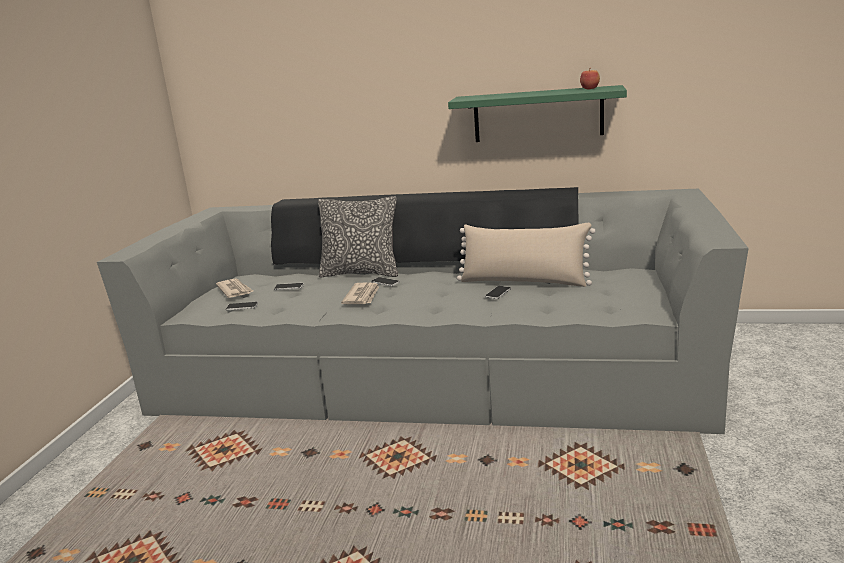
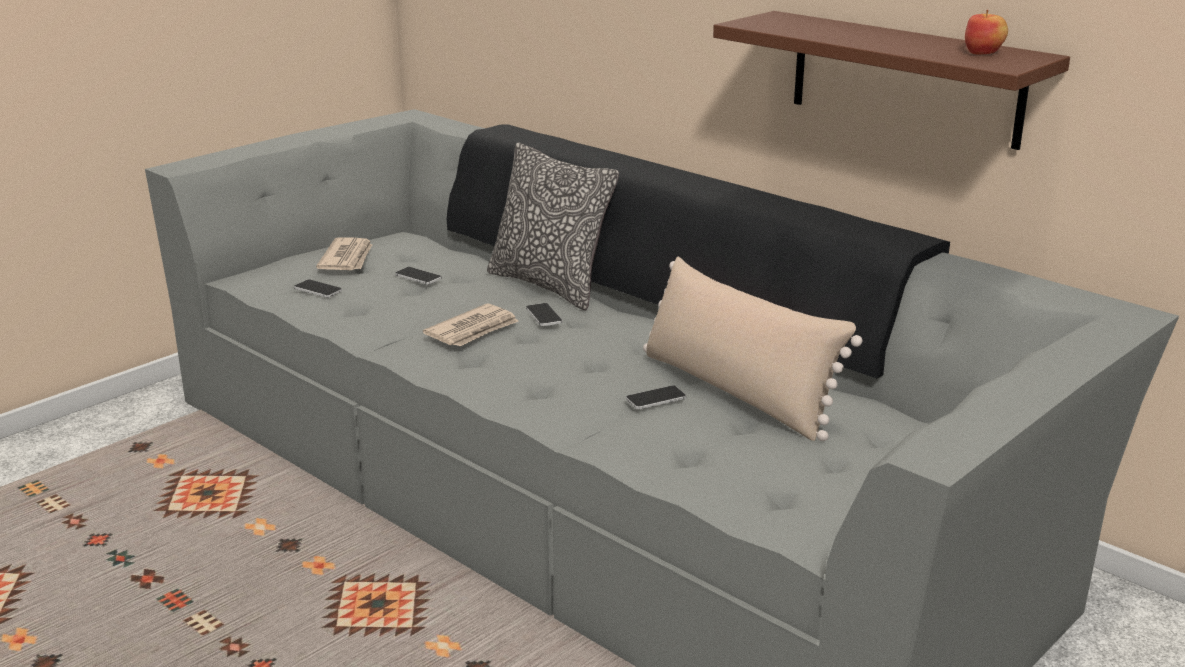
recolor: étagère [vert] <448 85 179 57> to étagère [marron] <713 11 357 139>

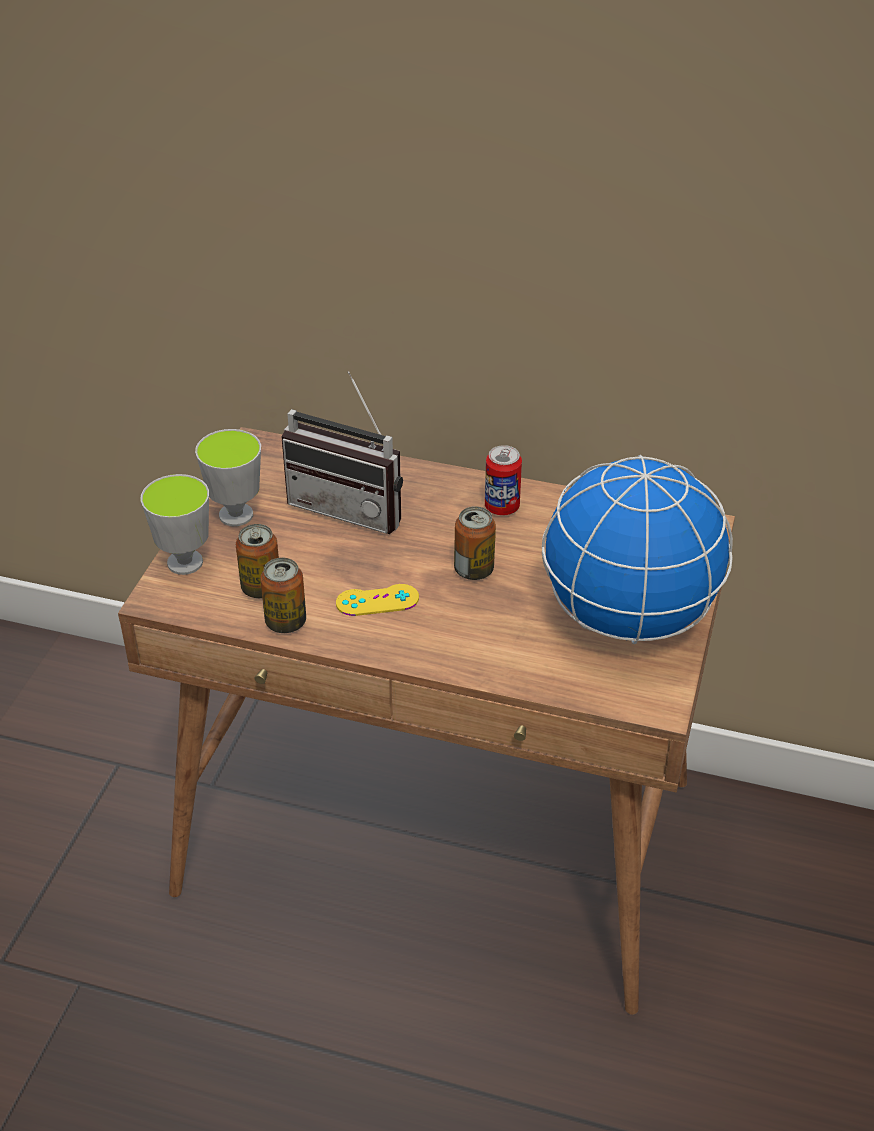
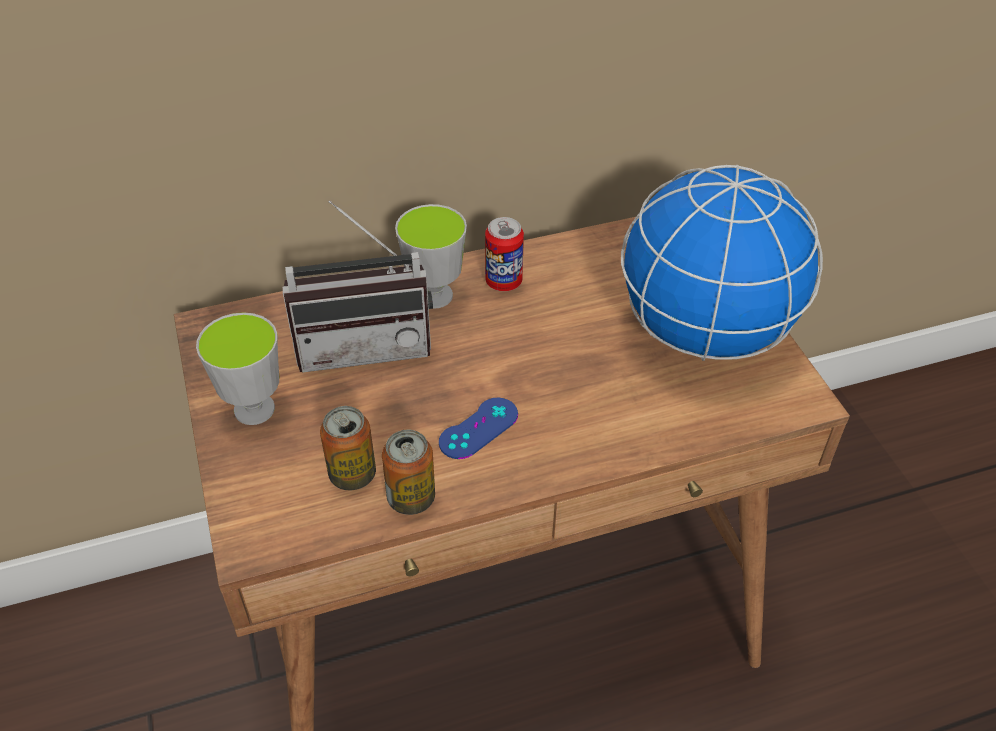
delete: boîte métallique <454 507 42 73>
move: tasse <140 474 69 101> to <395 204 72 105>
recolor: manette [jaune] <336 584 83 32> to manette [bleu] <439 398 79 61>

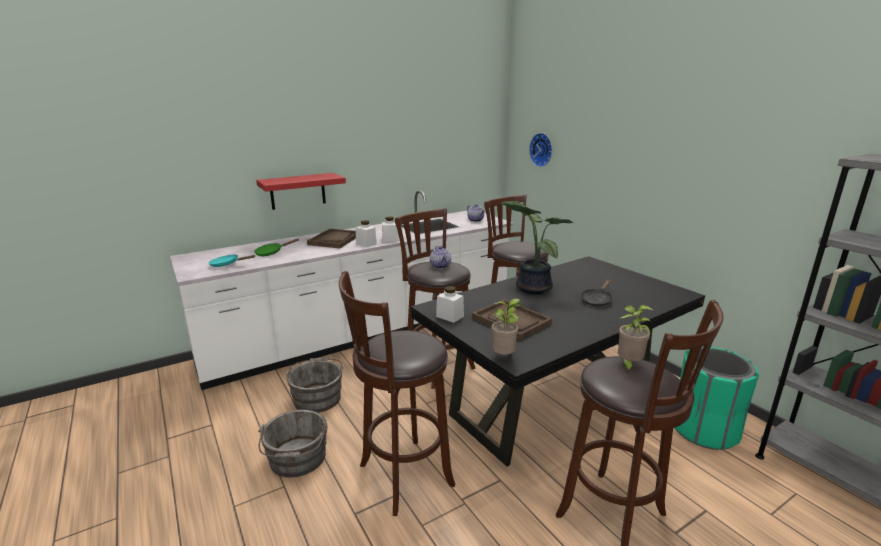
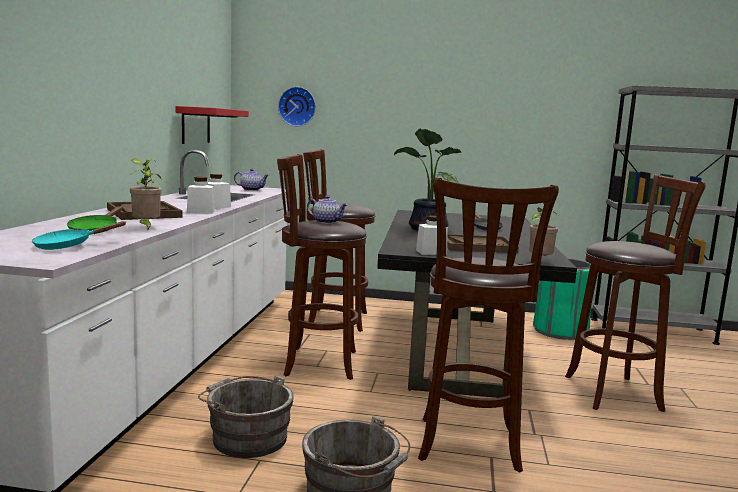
move: étagère [rouge] <256 173 90 37> to <175 106 74 38>; plante en pot <618 305 35 68> to <130 158 32 71>

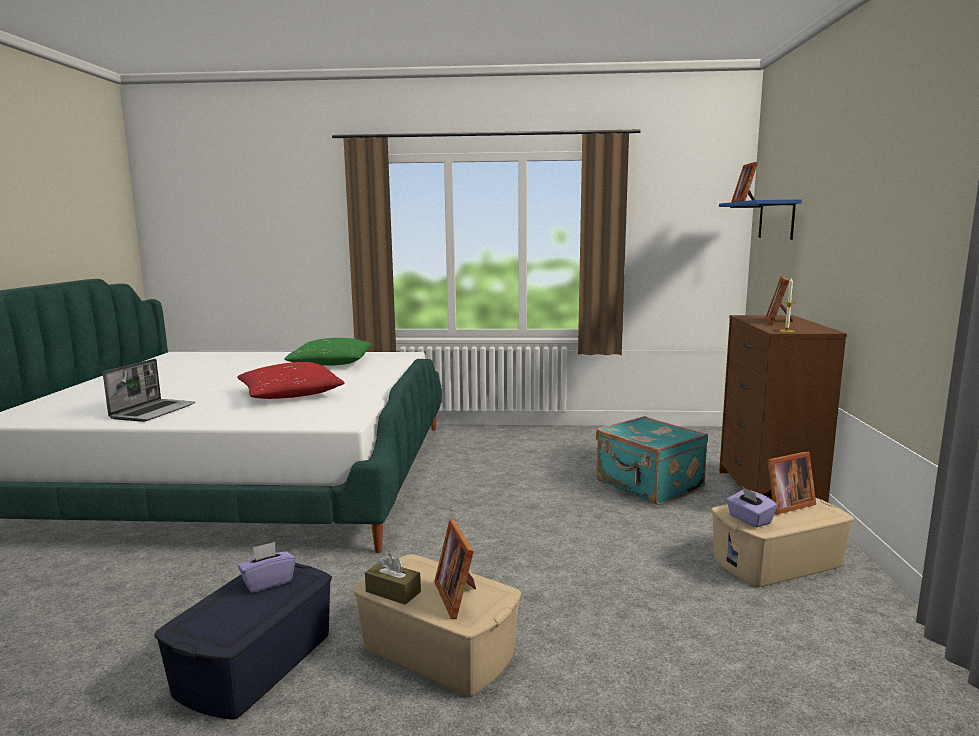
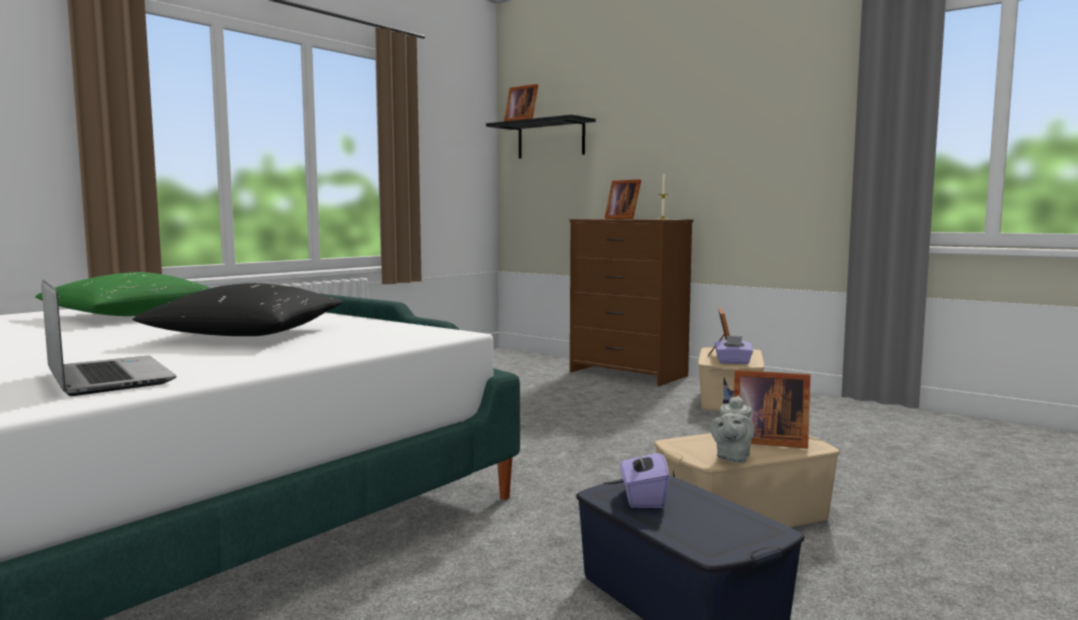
delete: valise [turquoise] <596 416 112 89>
replace: boîte à mouchoirs [marron] <365 554 56 51> to théière [gris] <710 396 44 67>
recolor: coussin [rouge] <237 362 108 37> to coussin [noir] <132 283 211 53>; étagère [bleu] <719 199 83 41> to étagère [noir] <486 114 110 44>

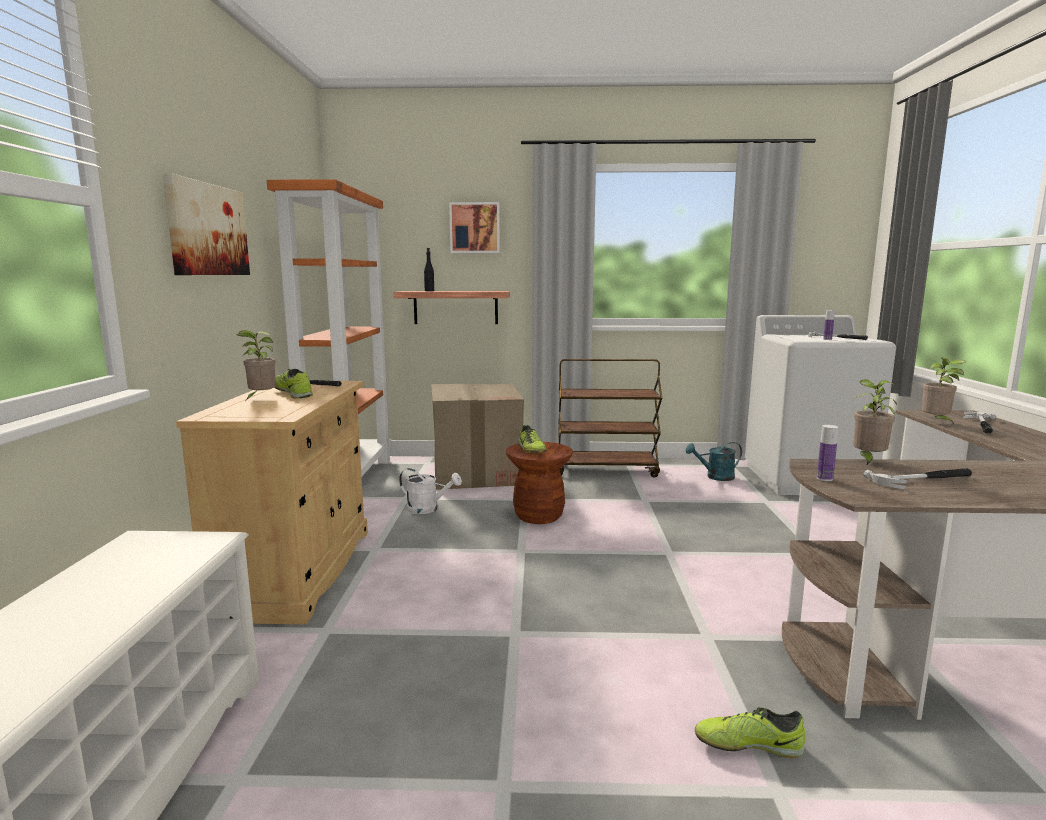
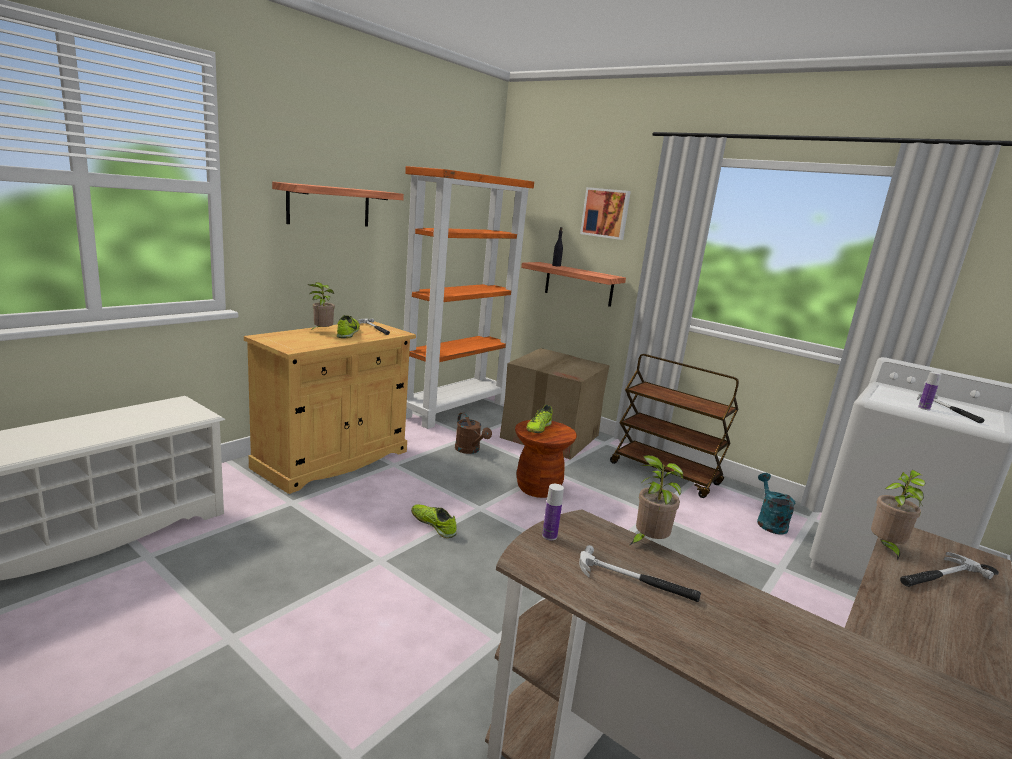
move: chaussure <695 707 110 51> to <411 504 46 34>
replace: tableau <163 173 87 102> to étagère <272 182 132 45>
recolor: arrosoir [blanc] <399 468 63 46> to arrosoir [marron] <455 412 37 42>
rotate: arrosoir [turquoise] <686 442 56 39> = <757 473 38 62> 60 degrees clockwise

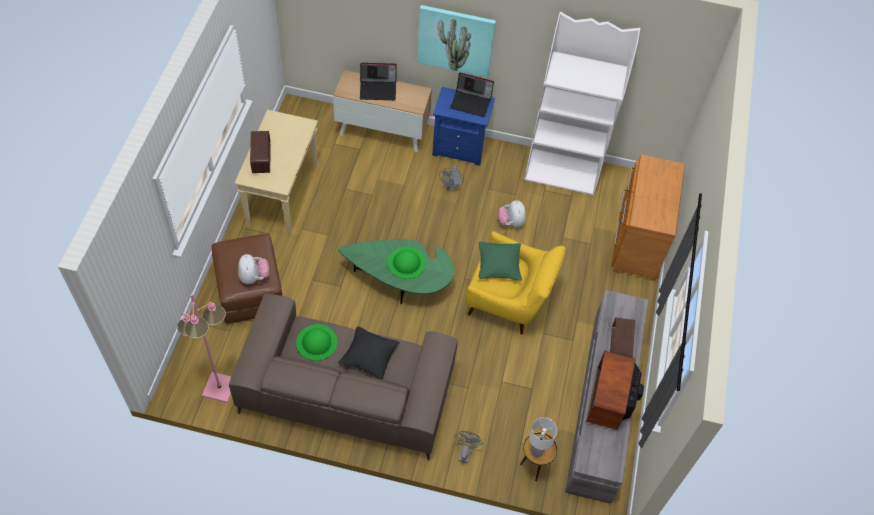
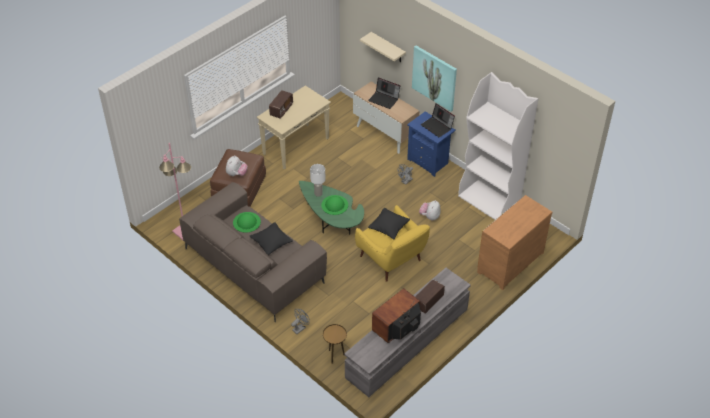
insert: étagère [beige] <360 32 46 30>
move: lampe de table [blanc] <529 417 28 40> to <310 164 16 33>
recolor: coussin [vert] <479 242 43 39> to coussin [noir] <368 208 42 31>

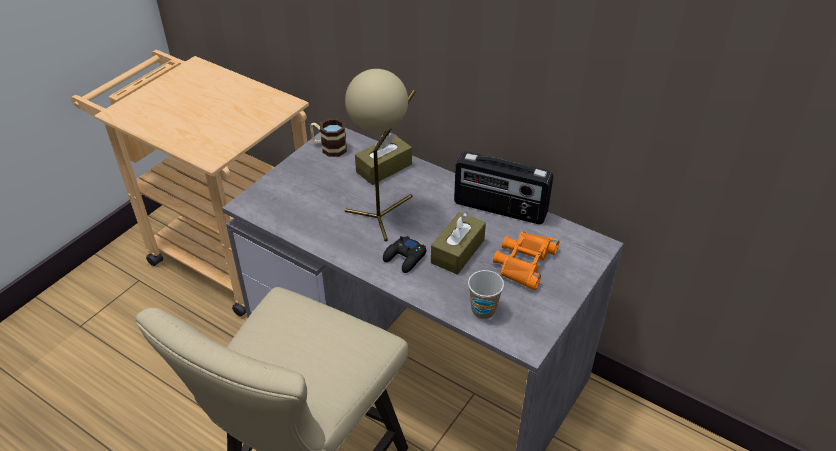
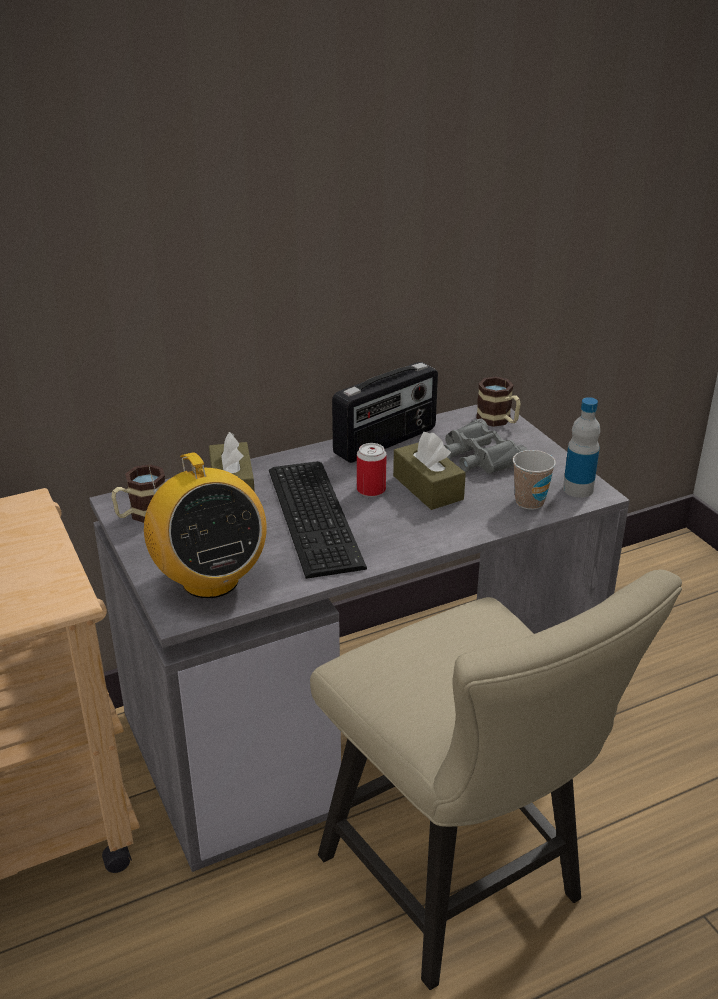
delete: manette [noir] <383 236 43 37>
insert: radio <144 452 123 146>; boîte métallique <357 443 30 54>; mug <476 377 45 50>; bouteille <563 397 37 101>
replace: lampe de table [beige] <345 69 71 173> to clavier <269 461 98 118>
recolor: jumelles [orange] <493 231 67 59> to jumelles [gris] <444 419 84 55>

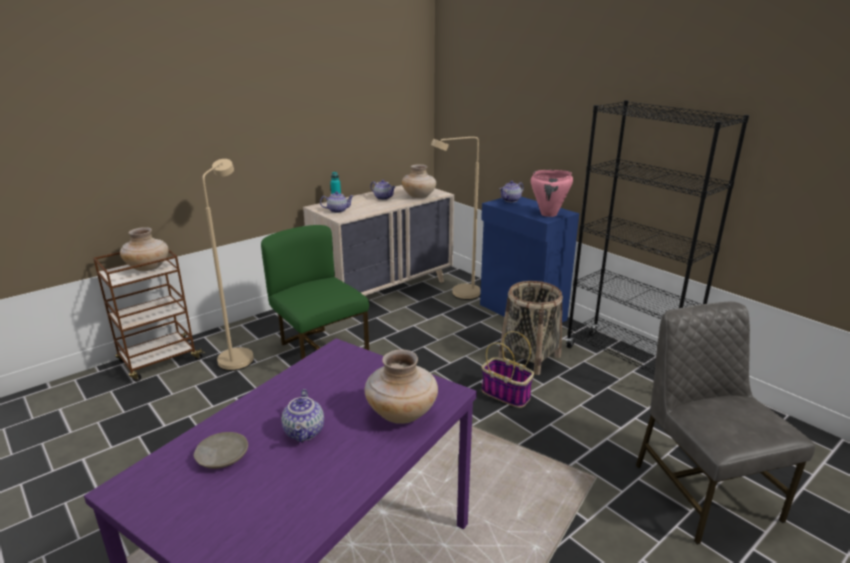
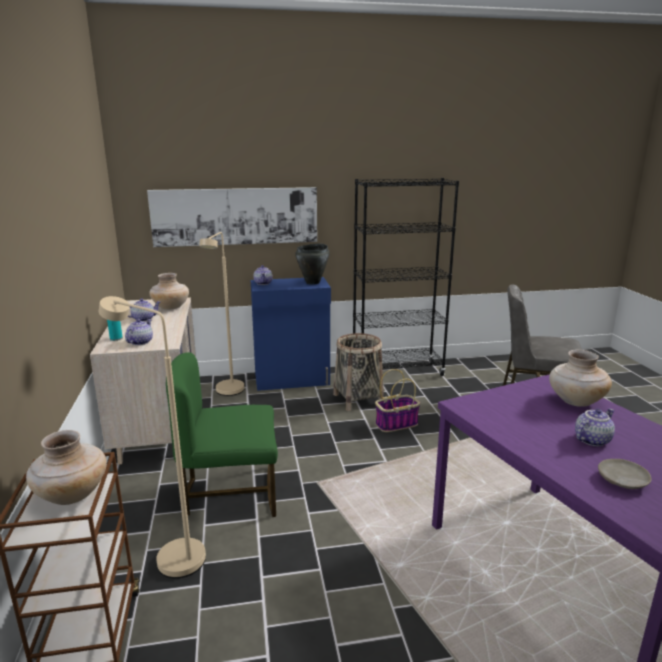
insert: tableau <147 187 170 60>
recolor: marmite [rose] <531 170 42 47> to marmite [noir] <295 244 35 41>
rotate: théière <282 389 42 53> = <575 409 40 37> 60 degrees counterclockwise

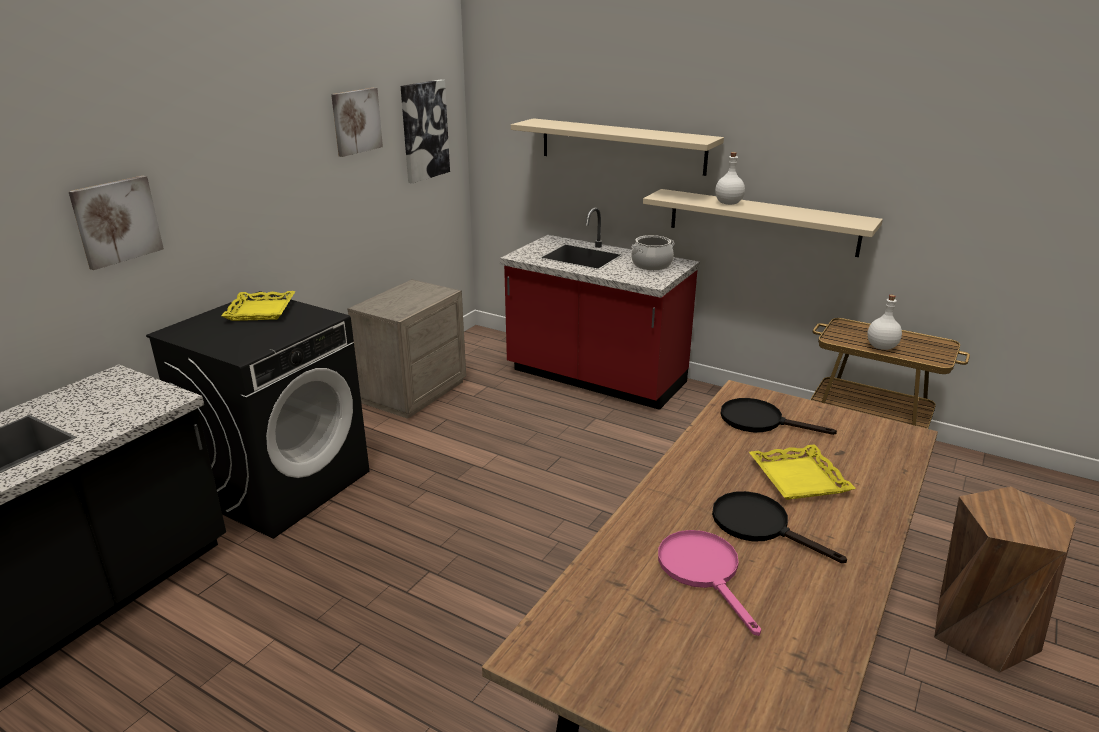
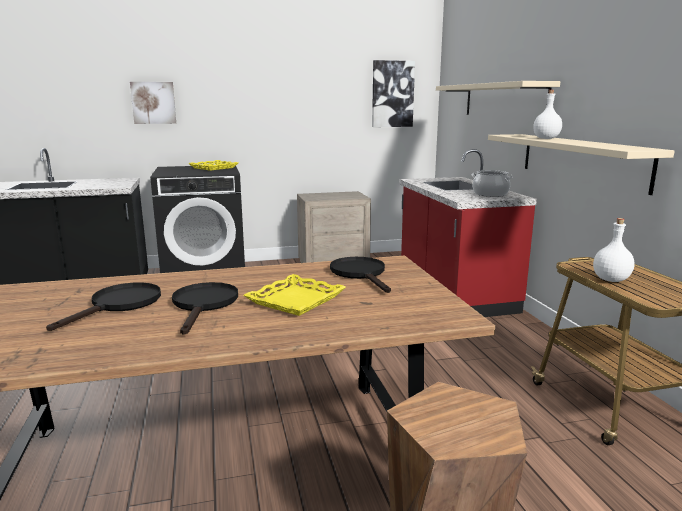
delete: tableau <331 88 52 69>
recolor: poêle [rose] <658 530 103 106> to poêle [noir] <46 282 115 49>

